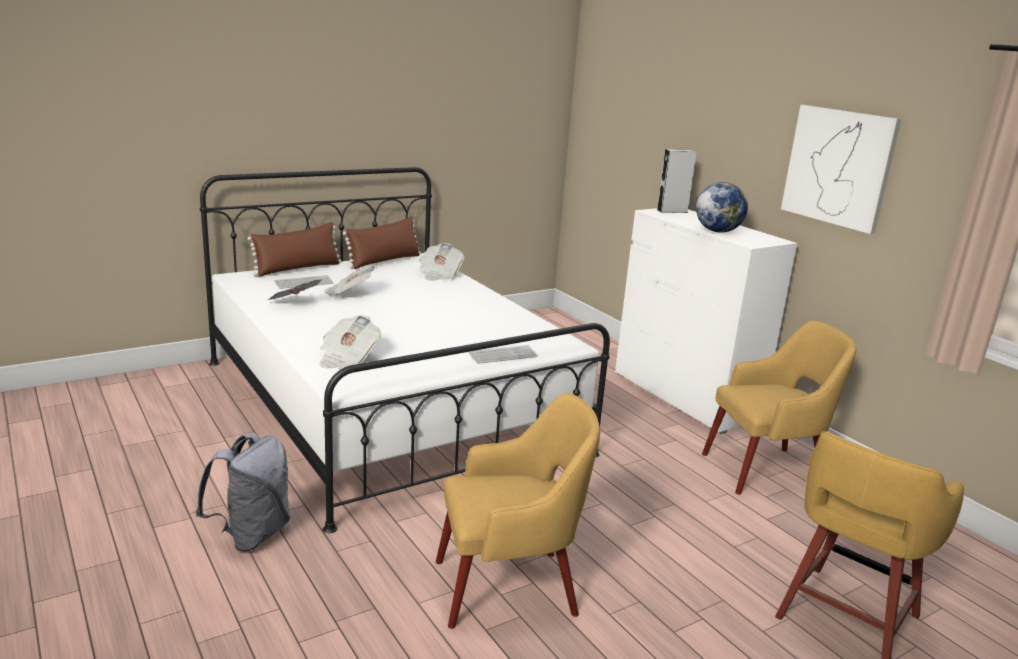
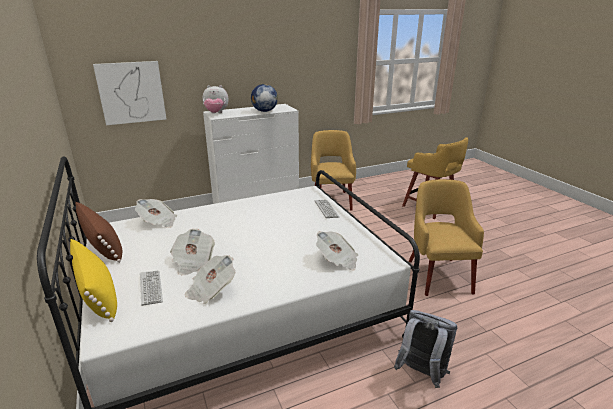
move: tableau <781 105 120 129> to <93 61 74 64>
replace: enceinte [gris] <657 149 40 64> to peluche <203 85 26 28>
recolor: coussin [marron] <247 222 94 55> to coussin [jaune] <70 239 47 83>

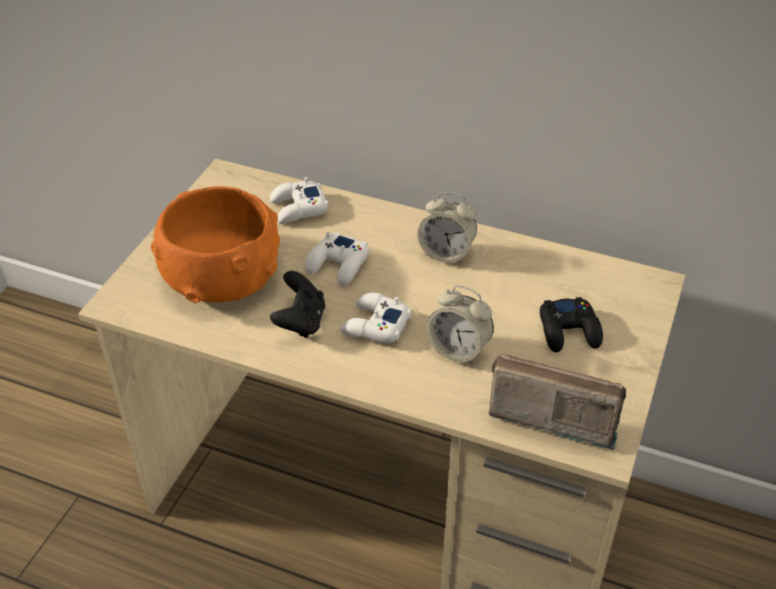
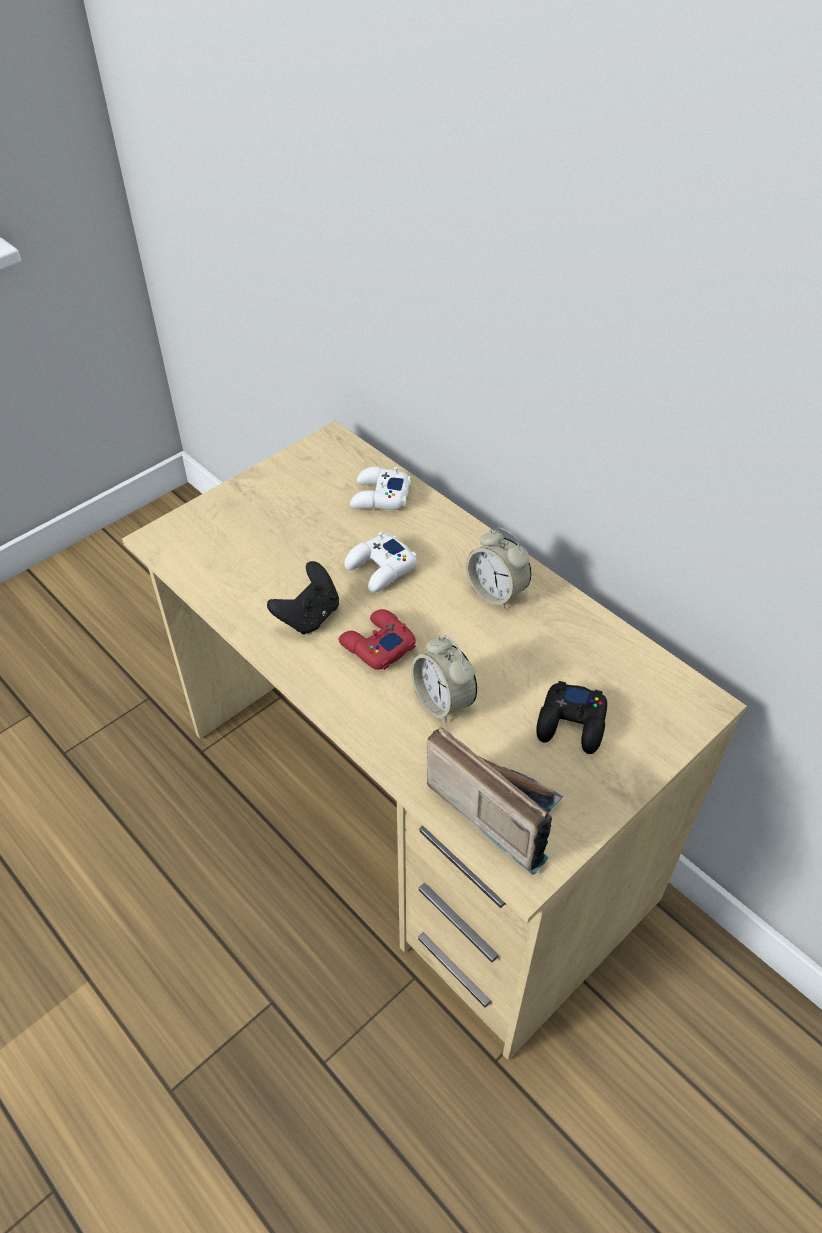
delete: bol [orange] <151 186 129 117>
recolor: manette [blanc] <341 293 70 51> to manette [rouge] <339 609 77 61>

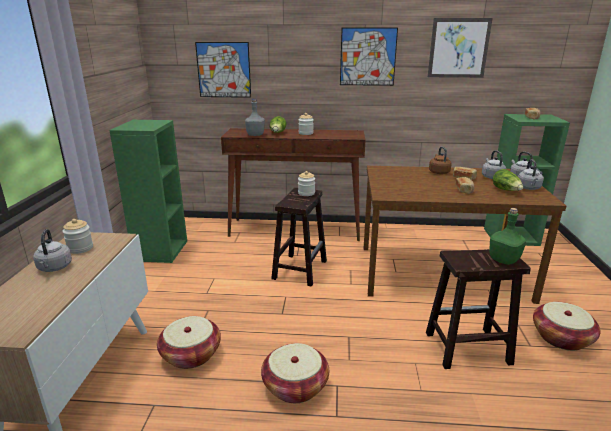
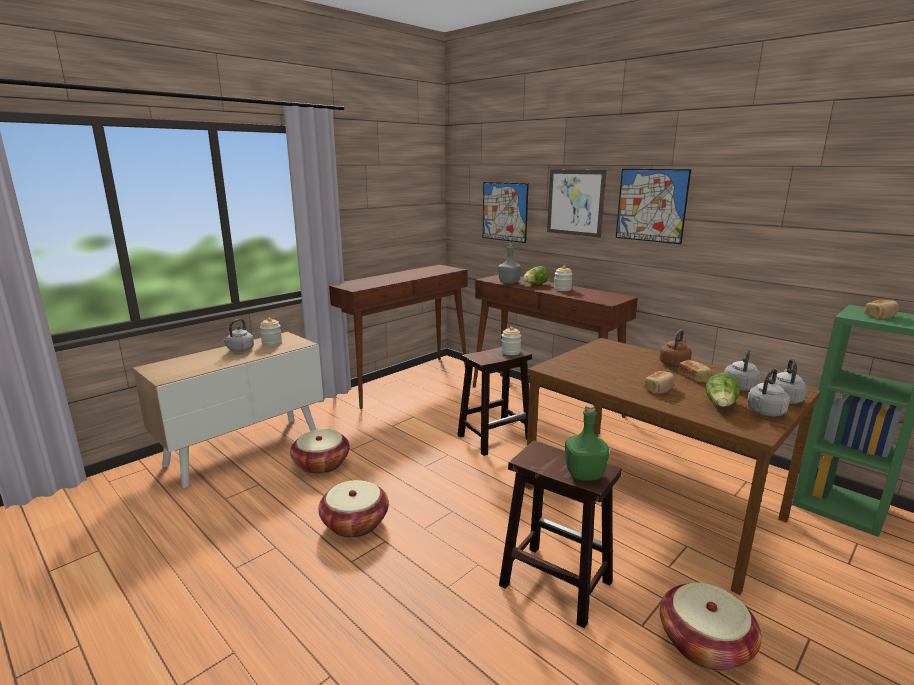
move: tableau <428 18 65 60> to <547 169 60 68>
replace: bibliothèque [vert] <109 120 78 143> to table console [marron] <329 265 139 144>

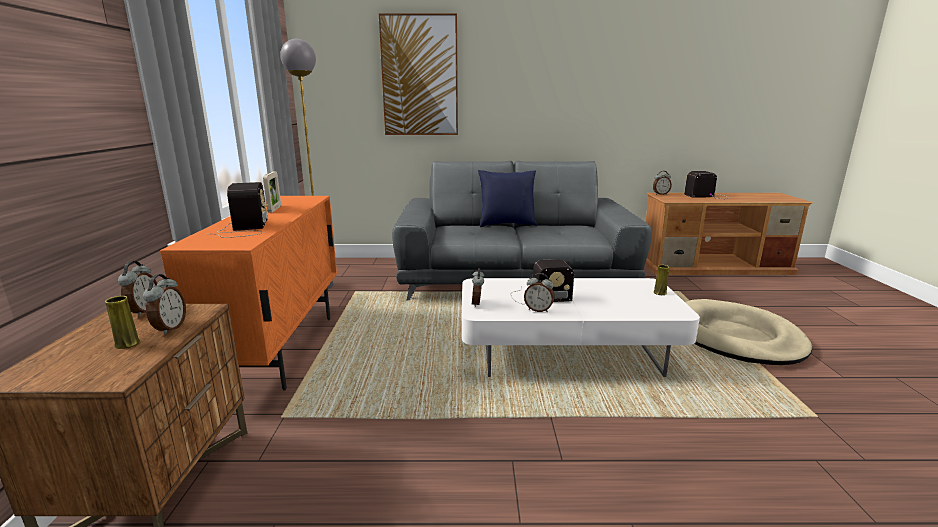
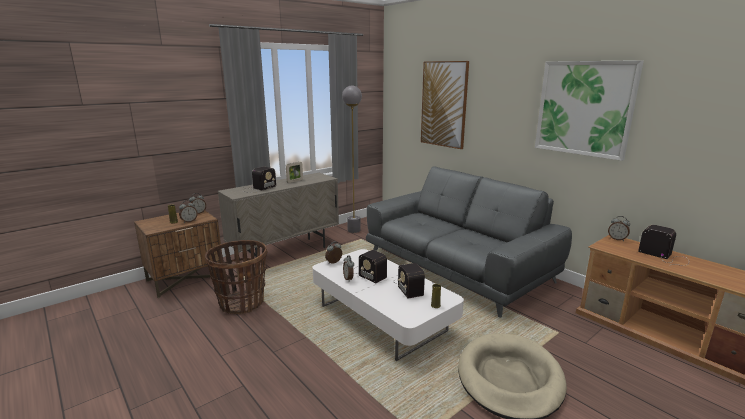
delete: coussin [bleu] <478 170 59 57>
insert: panier <205 240 63 74>; radio <394 263 31 35>; tableau <535 60 109 101>
recolor: meuble de rangement [orange] <160 196 177 194> to meuble de rangement [beige] <218 173 121 84>

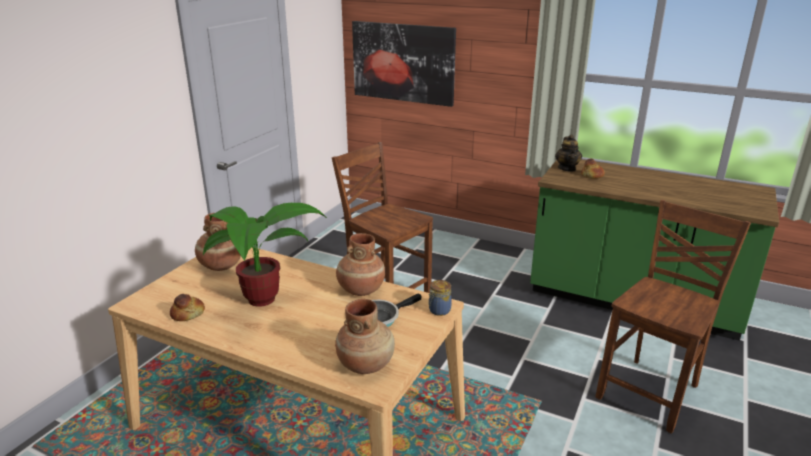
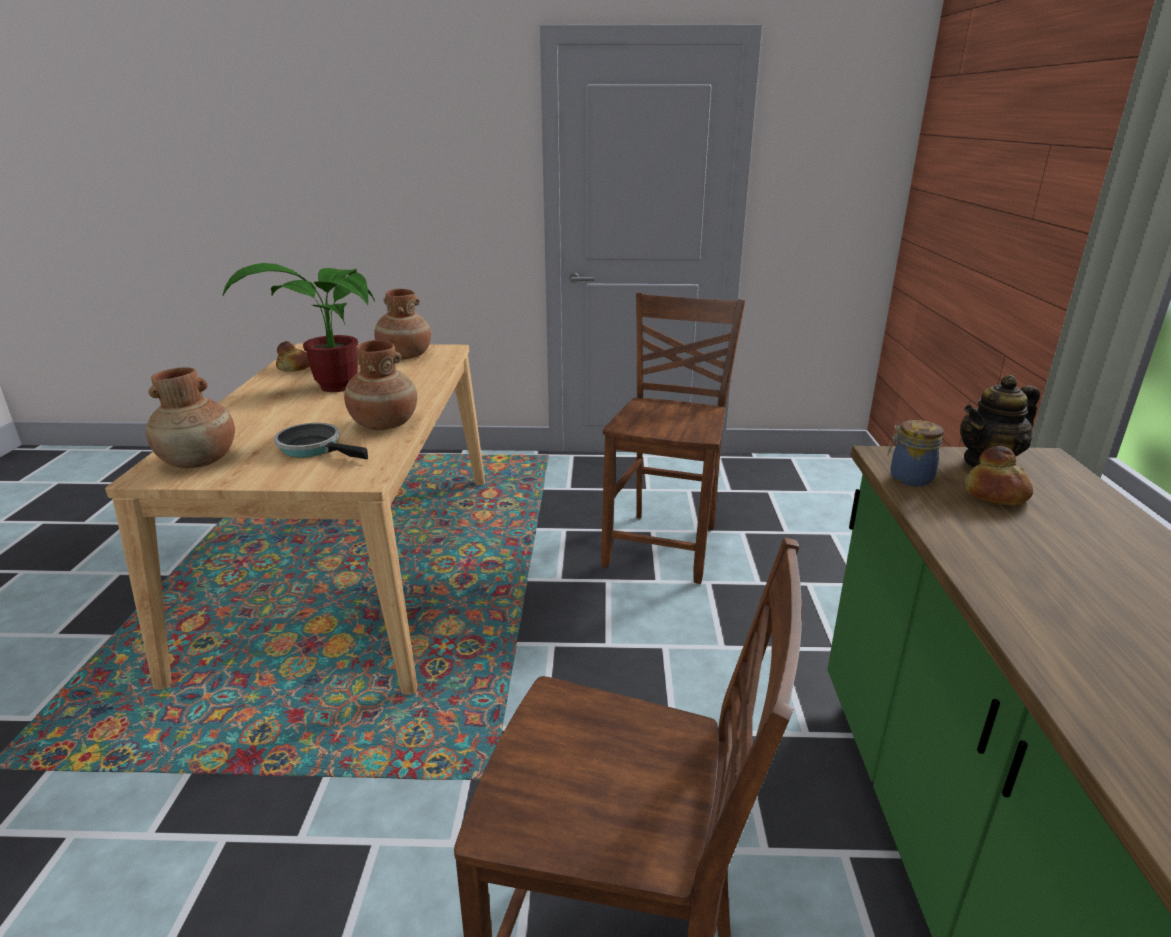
delete: tableau <352 21 104 86>
move: bocal <428 280 24 36> to <887 420 56 67>

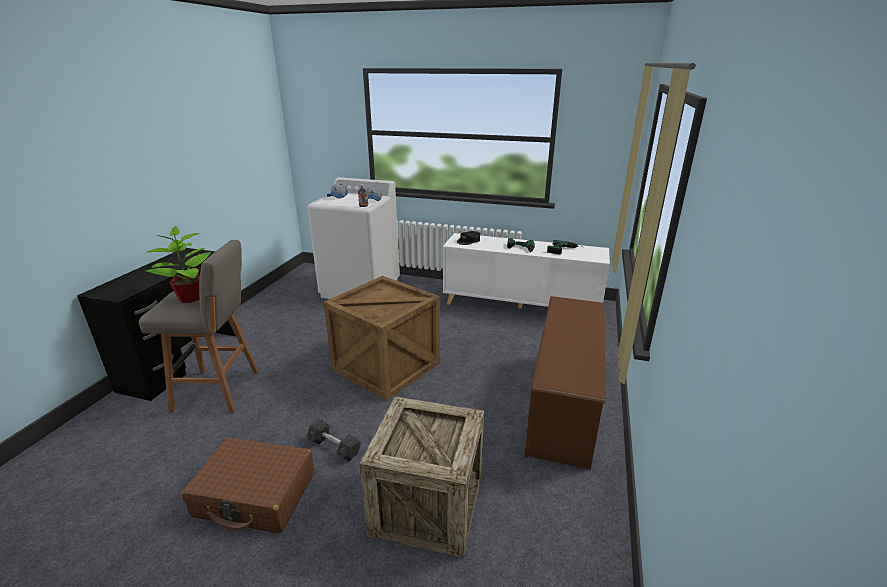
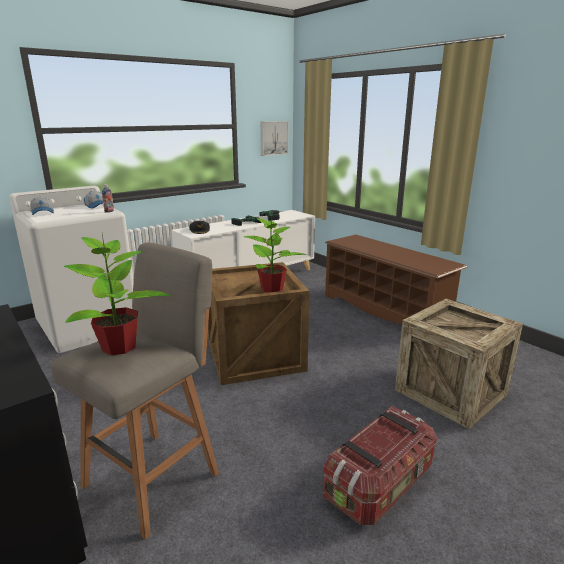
delete: haltère [gris] <307 419 54 42>
insert: plante en pot <244 216 63 77>; tableau <260 121 28 35>
replace: valise [marron] <182 437 132 96> to boîte de rangement <323 406 114 119>

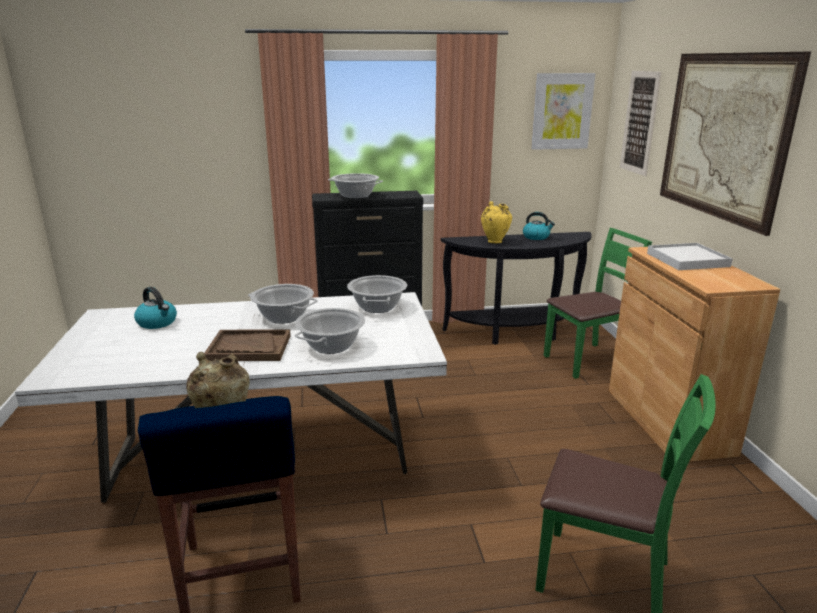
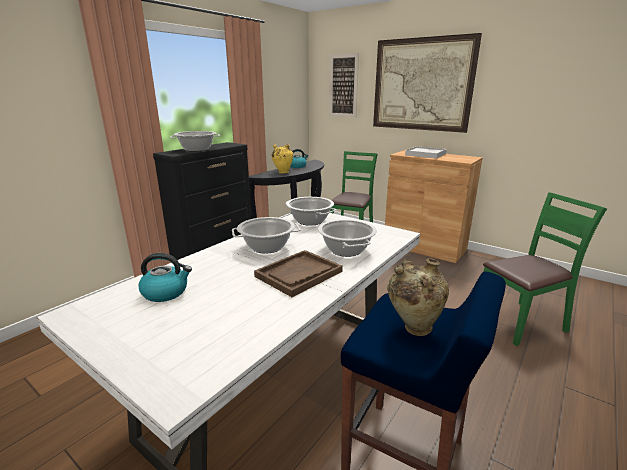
delete: tableau <531 73 65 77>

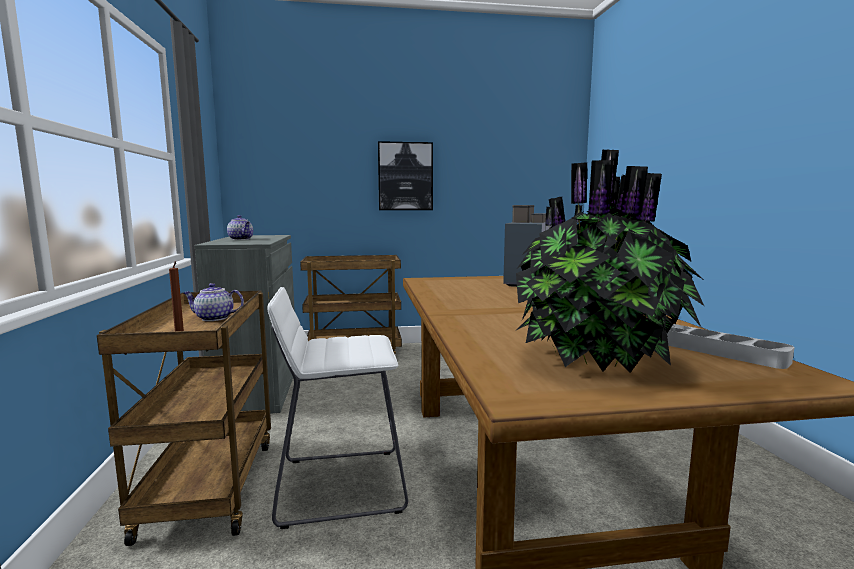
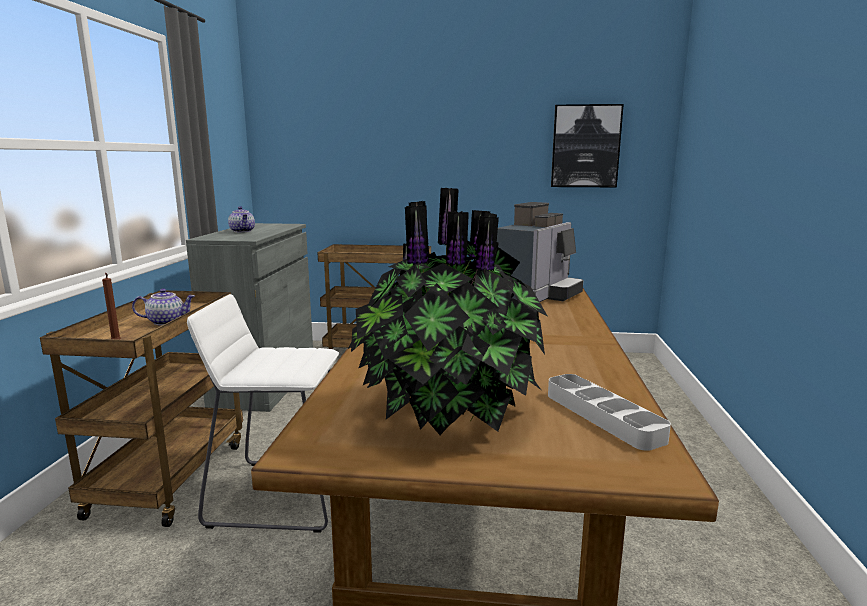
move: tableau <378 141 55 69> to <551 104 73 83>
rotate: théière <184 283 60 38> = <132 288 63 38> 150 degrees clockwise

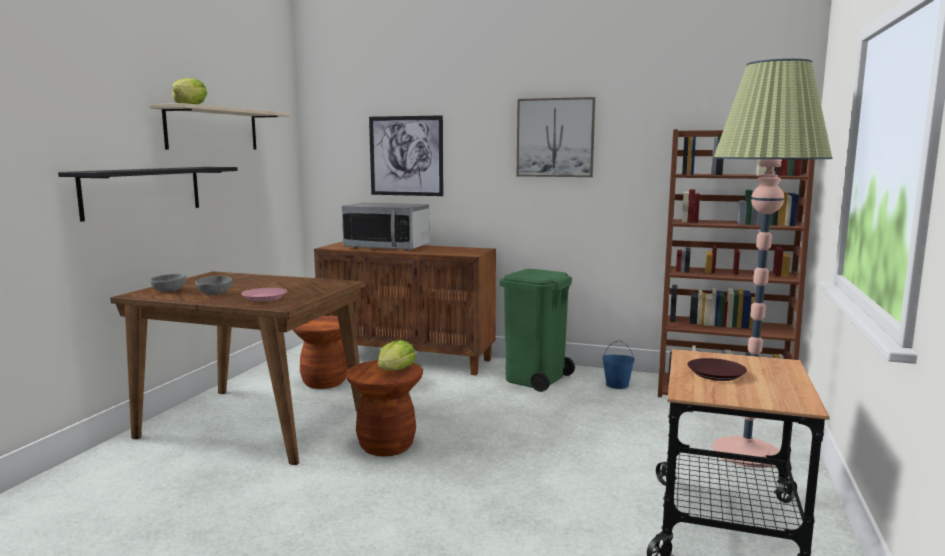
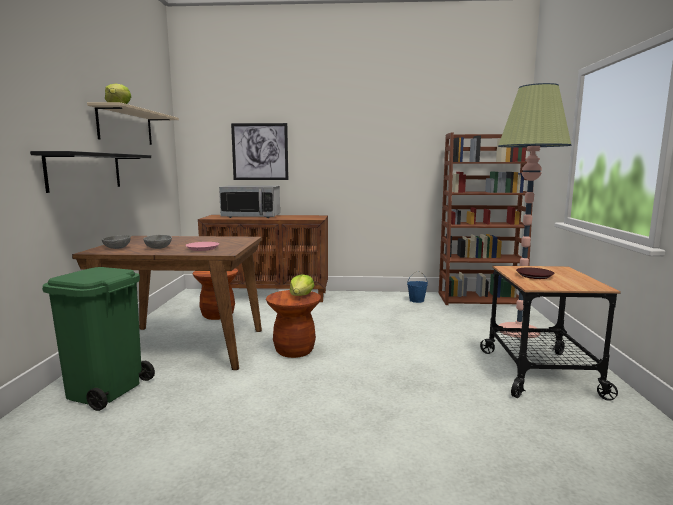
delete: tableau <517 97 78 80>
move: poubelle [vert] <499 269 76 123> to <42 267 113 144>

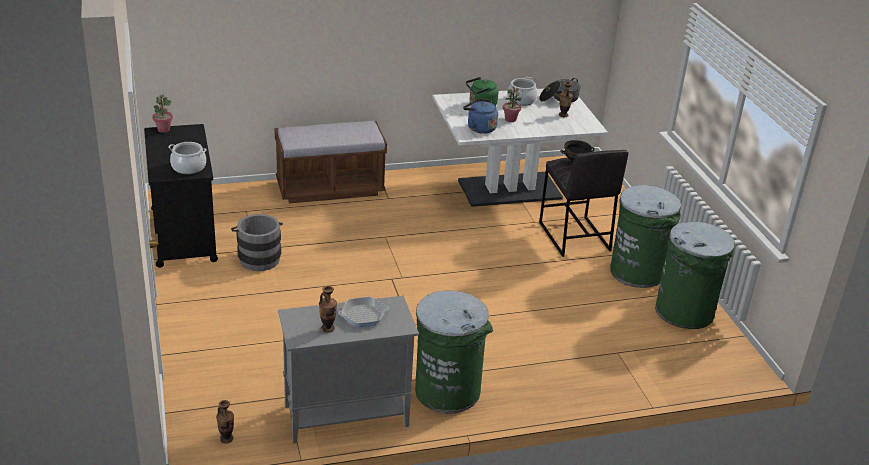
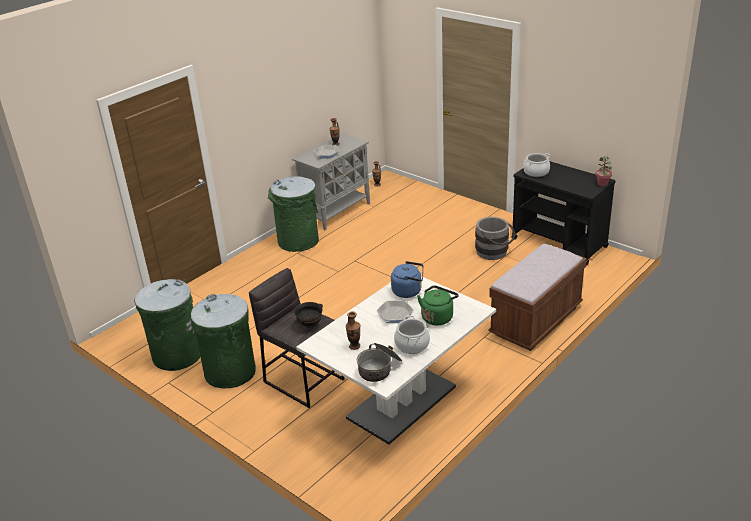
replace: plante en pot <503 87 19 35> to poêle <377 300 36 23>

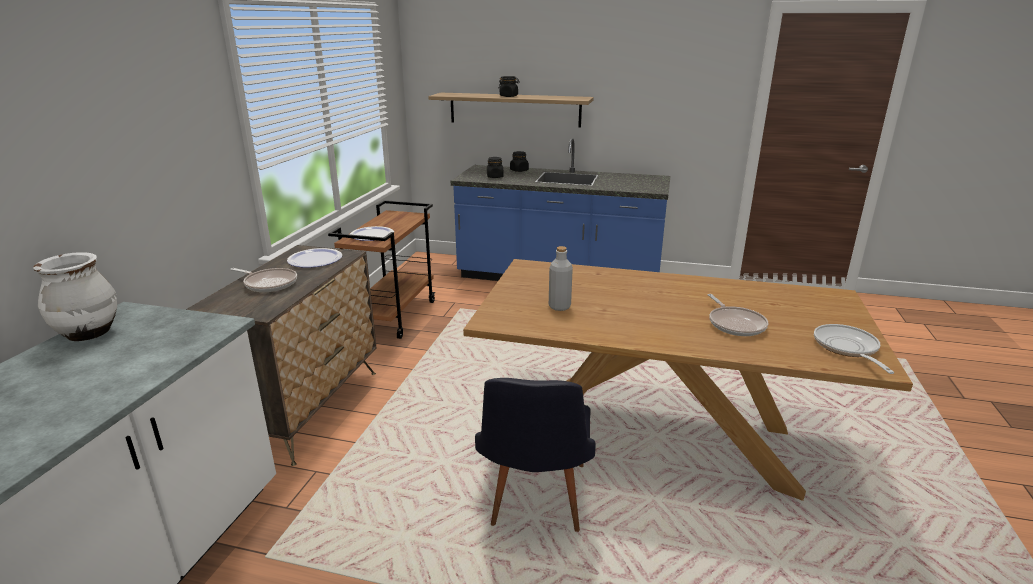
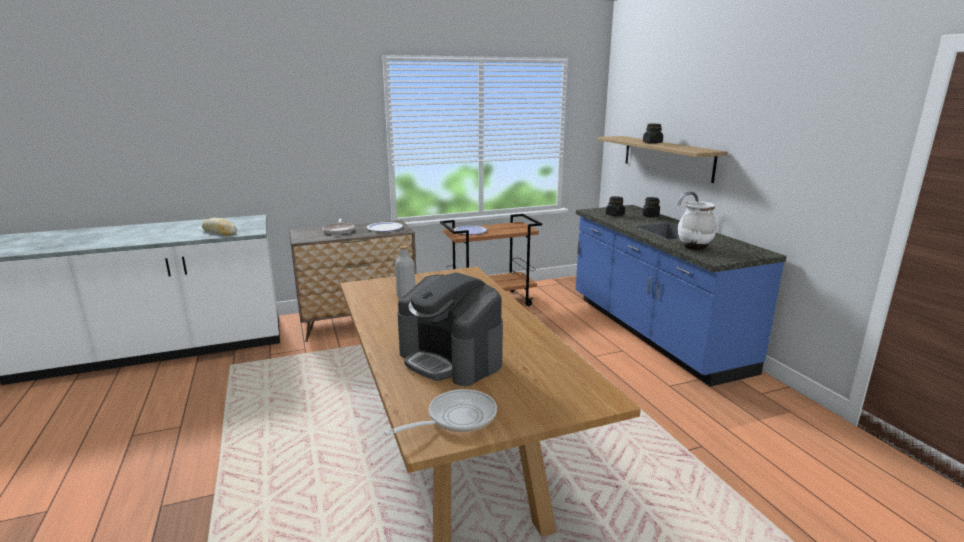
delete: chaise [noir] <475 378 121 154>
insert: pain <202 218 35 17>
move: vase [blanc] <33 252 84 89> to <678 201 39 49>
replace: poêle <708 294 61 42> to machine à café <397 272 106 114>

